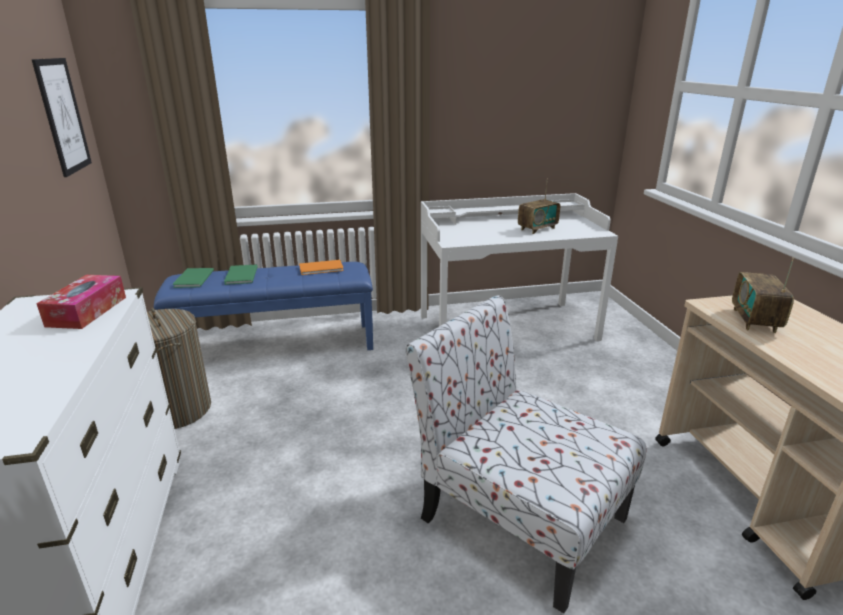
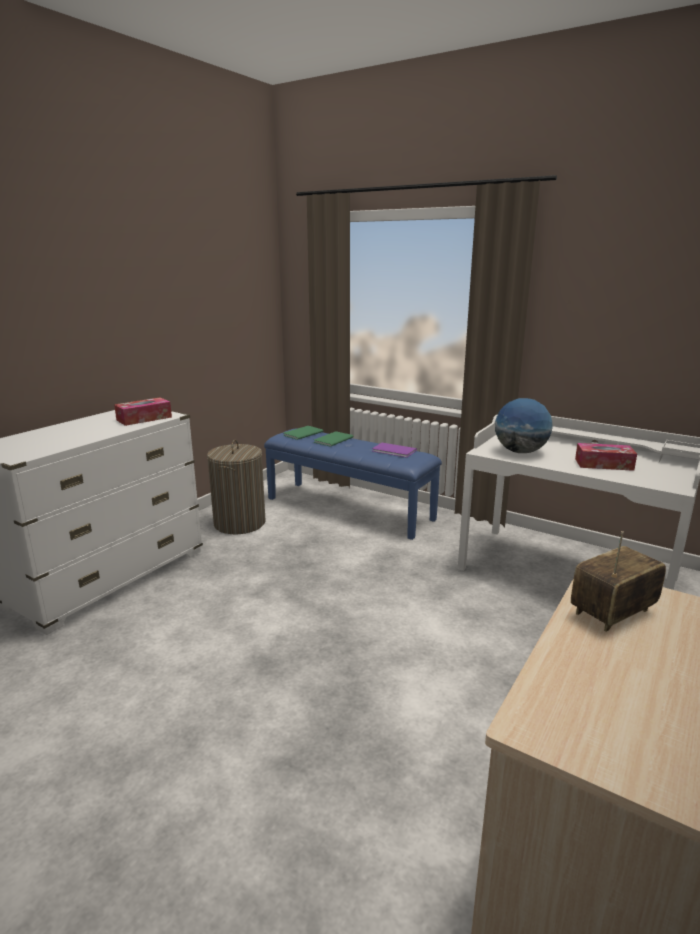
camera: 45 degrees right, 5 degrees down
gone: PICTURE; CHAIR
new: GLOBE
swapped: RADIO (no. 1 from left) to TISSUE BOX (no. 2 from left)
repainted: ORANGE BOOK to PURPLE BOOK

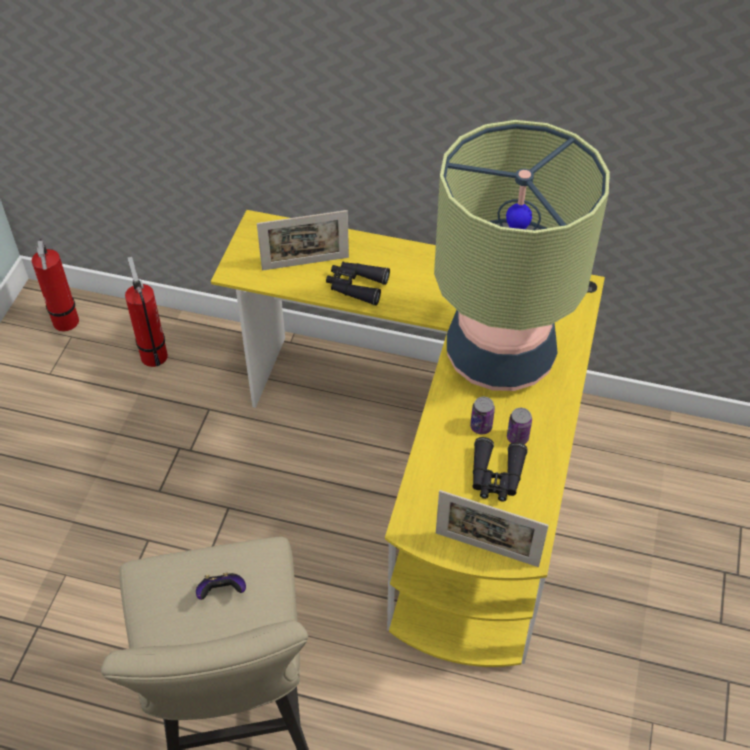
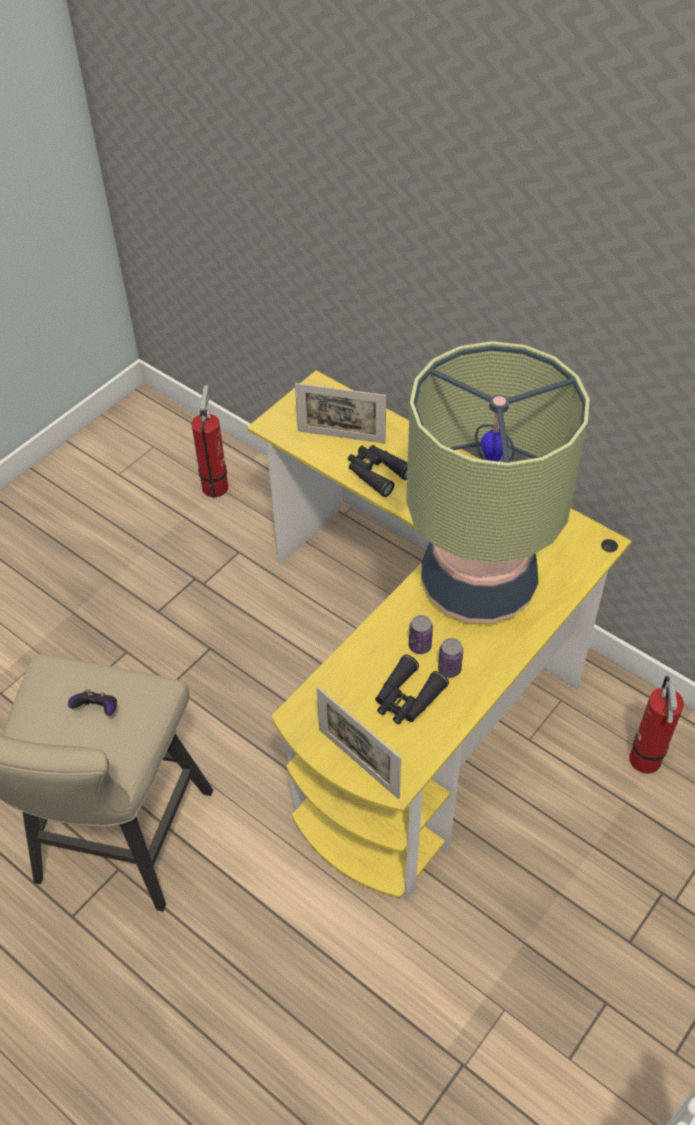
camera: 25 degrees right, 0 degrees up
shifted: FIRE EXTINGUISHER (no. 1 from left in the first image) to FIRE EXTINGUISHER (no. 2 from left)

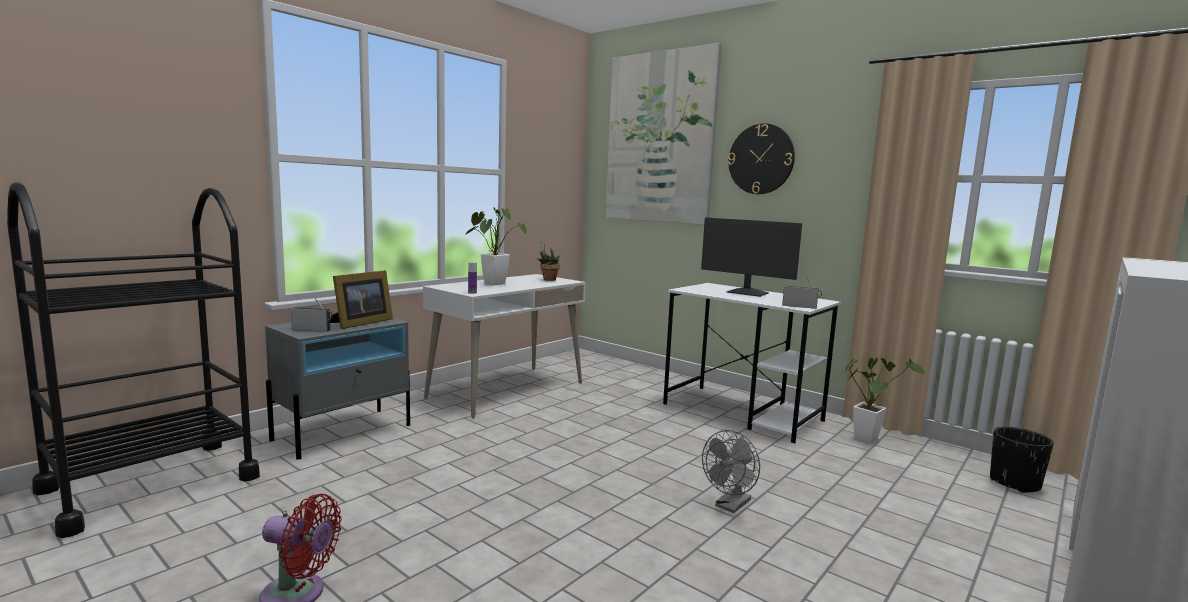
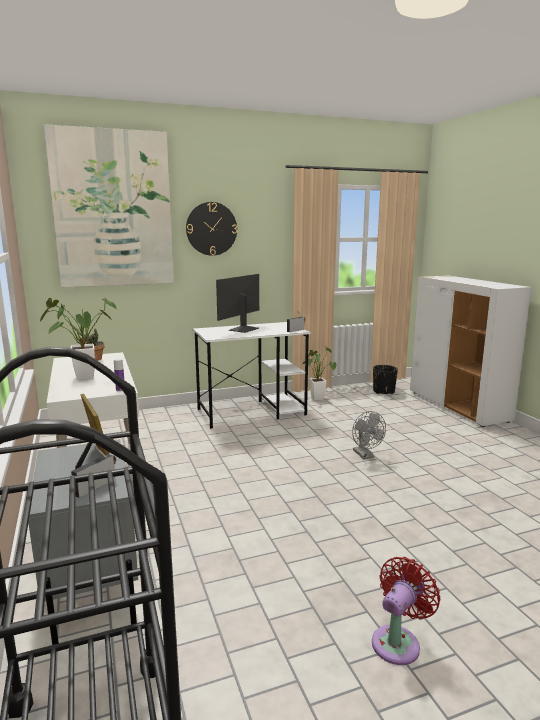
camera: 60 degrees left, 5 degrees up
rotated: MONITOR 150 degrees clockwise

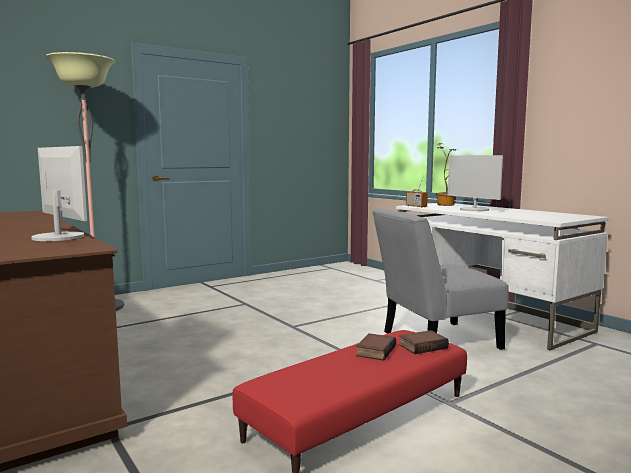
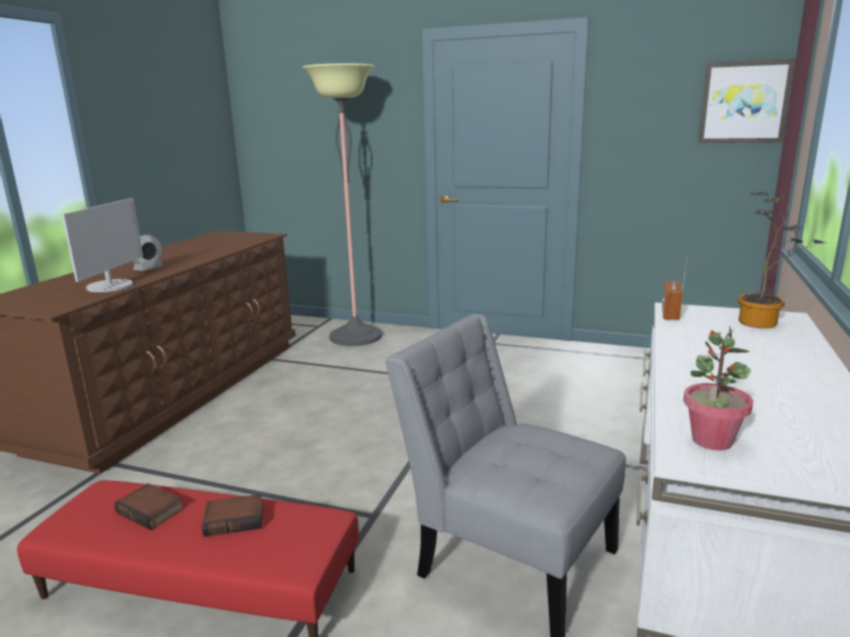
camera: 55 degrees right, 10 degrees up
gone: MONITOR (no. 2 from left)
new: PICTURE; ALARM CLOCK; POTTED PLANT (no. 1 from left)
shifted: BOOK (no. 2 from left in the first image) to BOOK (no. 1 from left)

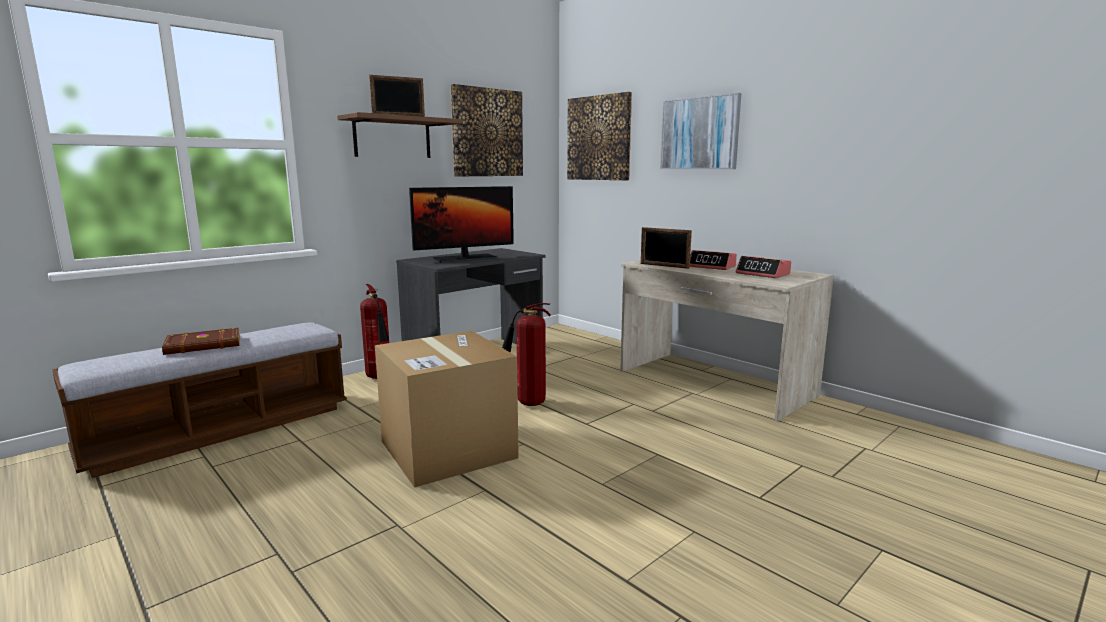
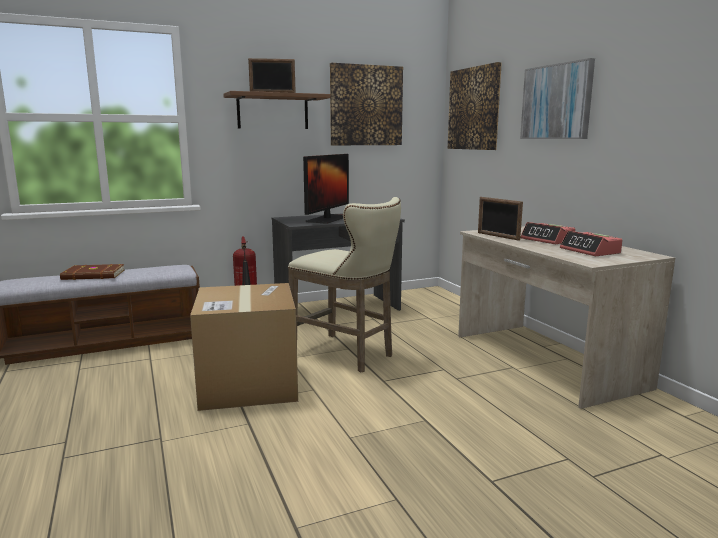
camera: 20 degrees right, 0 degrees up
swapped: FIRE EXTINGUISHER (no. 2 from left) to BEIGE STOOL
rotated: MONITOR 60 degrees counterclockwise

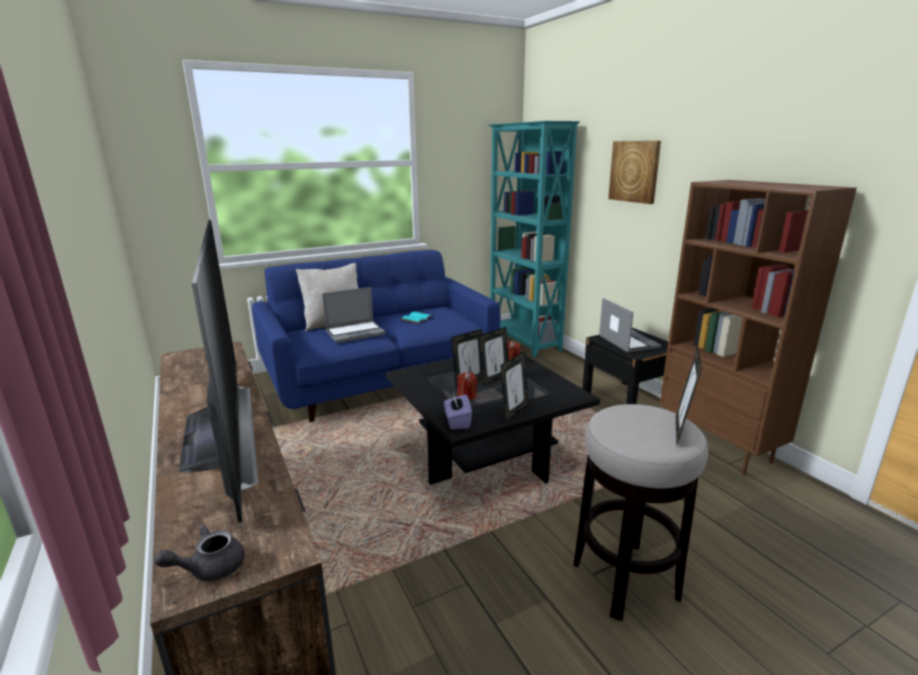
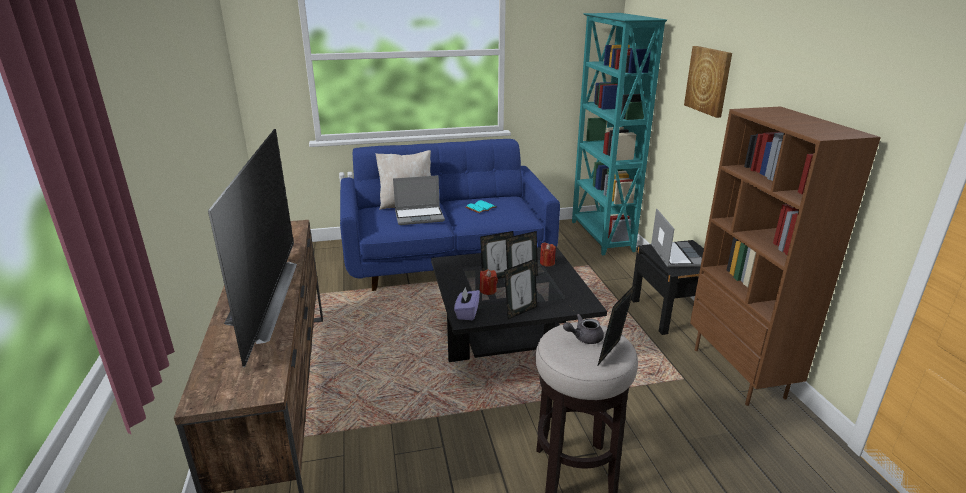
camera: 15 degrees right, 5 degrees up
shifted: GREY TEAPOT

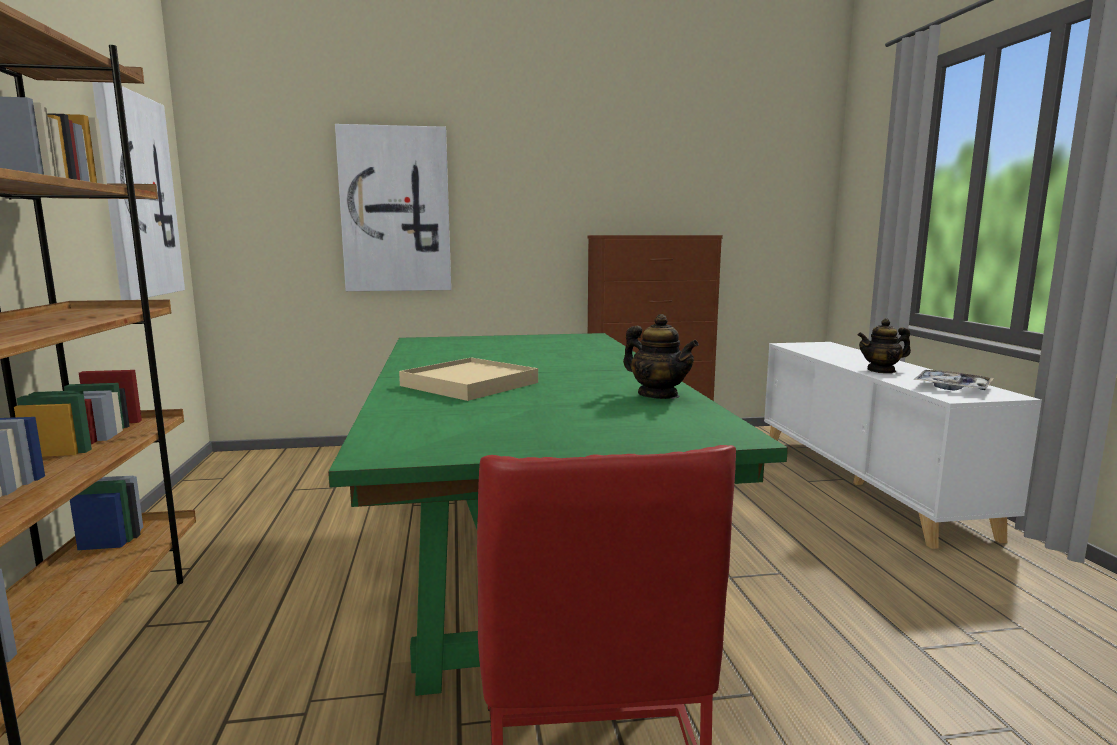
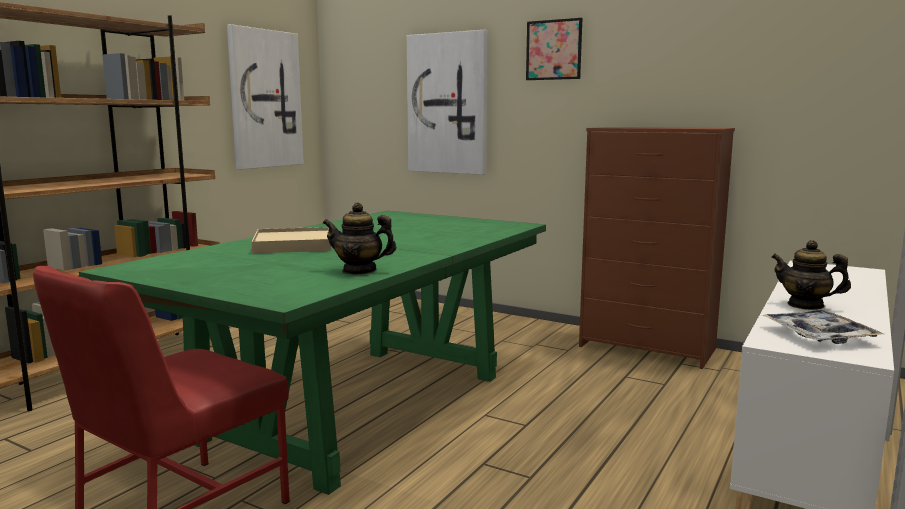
camera: 40 degrees right, 0 degrees up
new: PICTURE (no. 3 from left)
rotated: TEAPOT (no. 1 from left) 105 degrees clockwise

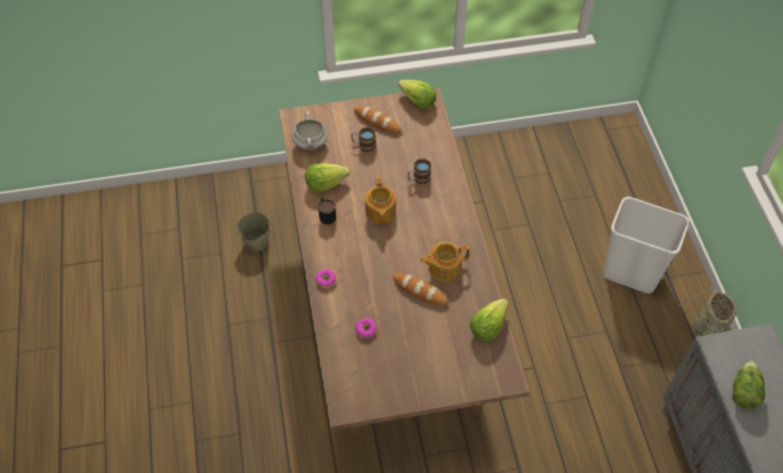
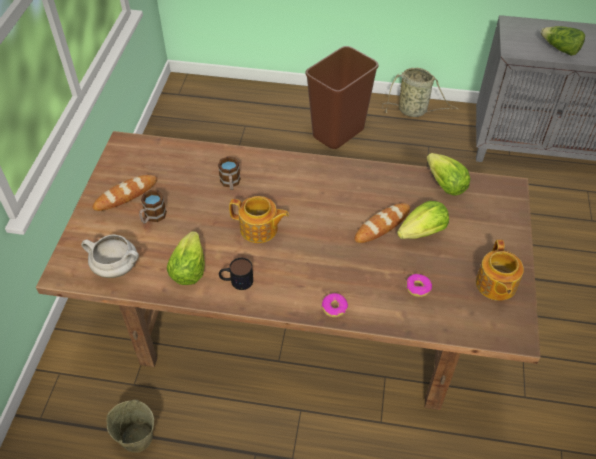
camera: 70 degrees left, 5 degrees down
shifted: LETTUCE (no. 2 from left); TEAPOT (no. 2 from left)
repainted: WHITE TRASH CAN to BROWN TRASH CAN

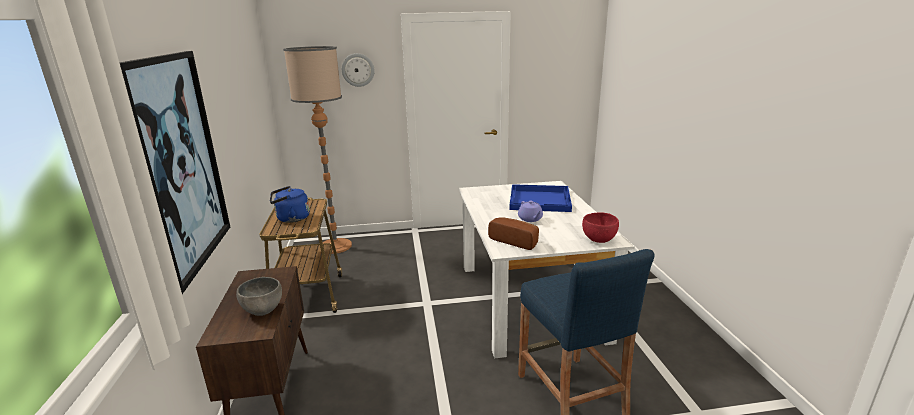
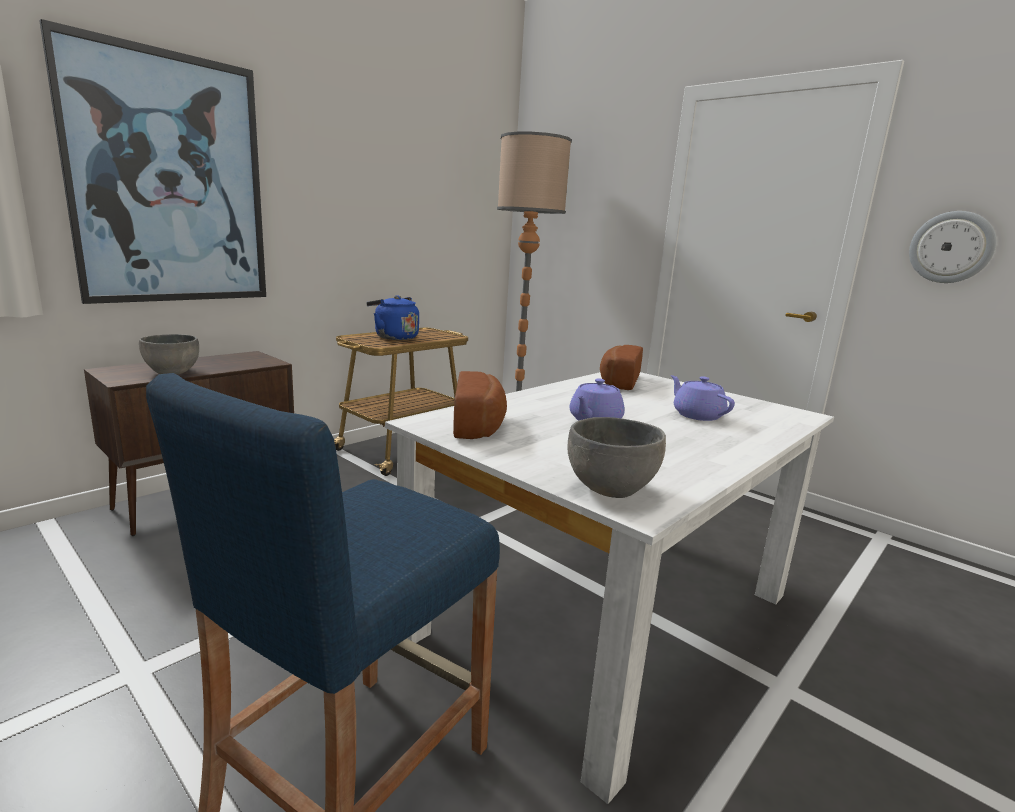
camera: 50 degrees right, 5 degrees down
new: BREAD (no. 2 from left)
shifted: WALL CLOCK
swapped: BLUE TRAY to PURPLE TEAPOT (no. 2 from left)
repainted: RED BOWL to GREY BOWL (no. 2 from left)

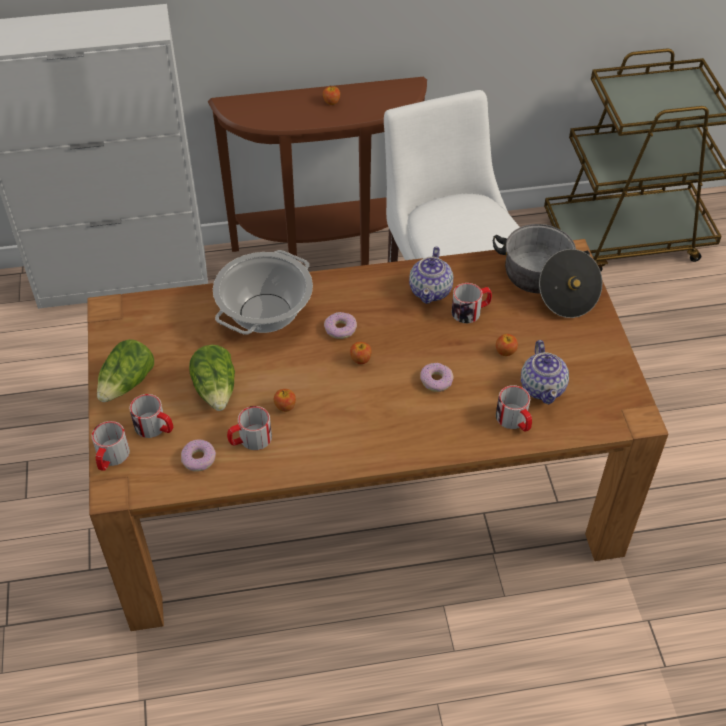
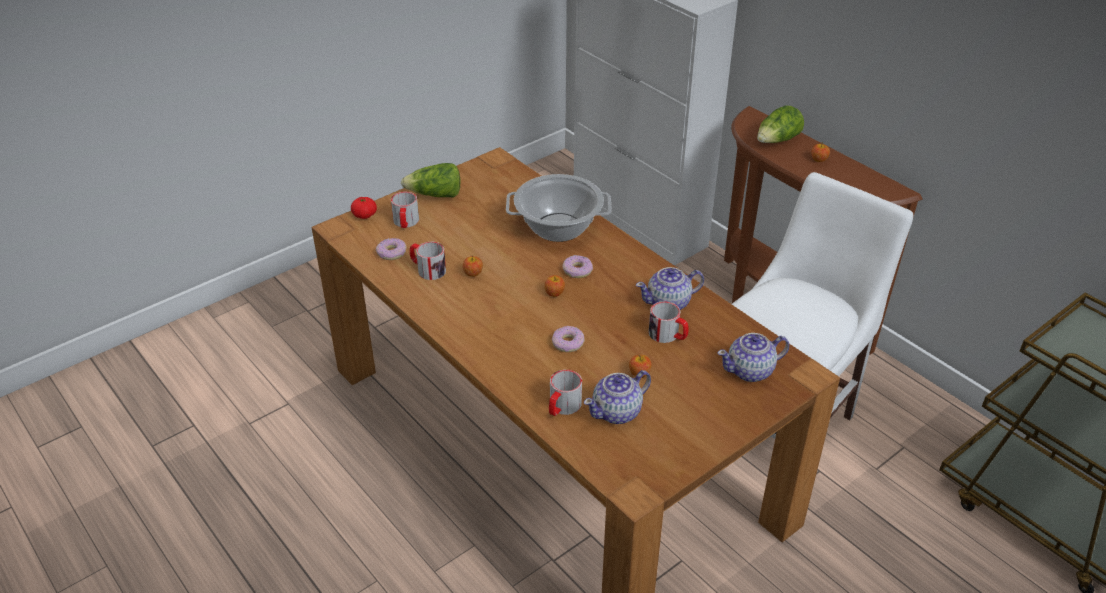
camera: 60 degrees right, 10 degrees down
shifted: LETTUCE (no. 2 from left)
swapped: COOKING POT (no. 2 from left) to TEAPOT (no. 3 from left); MUG (no. 1 from left) to TOMATO

